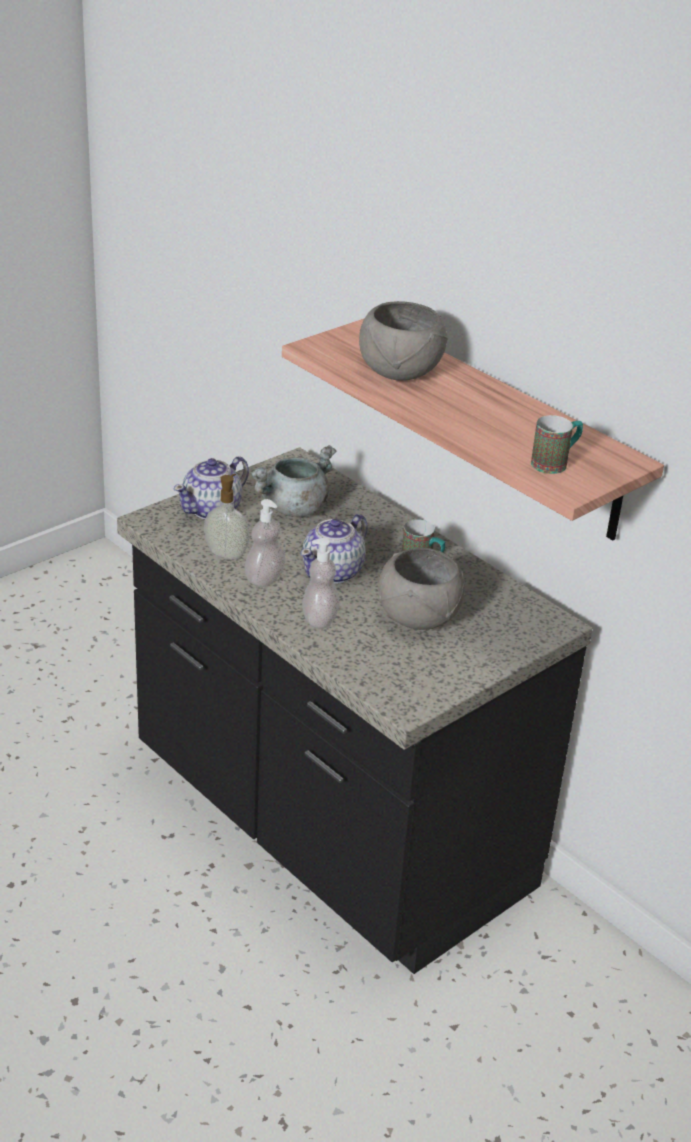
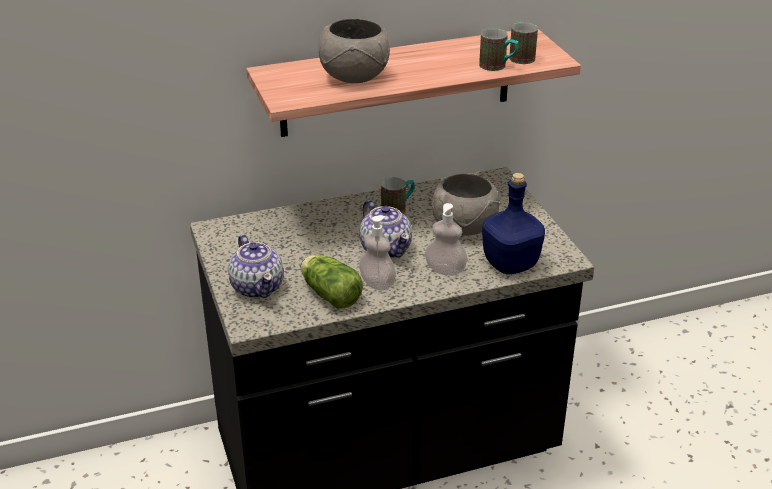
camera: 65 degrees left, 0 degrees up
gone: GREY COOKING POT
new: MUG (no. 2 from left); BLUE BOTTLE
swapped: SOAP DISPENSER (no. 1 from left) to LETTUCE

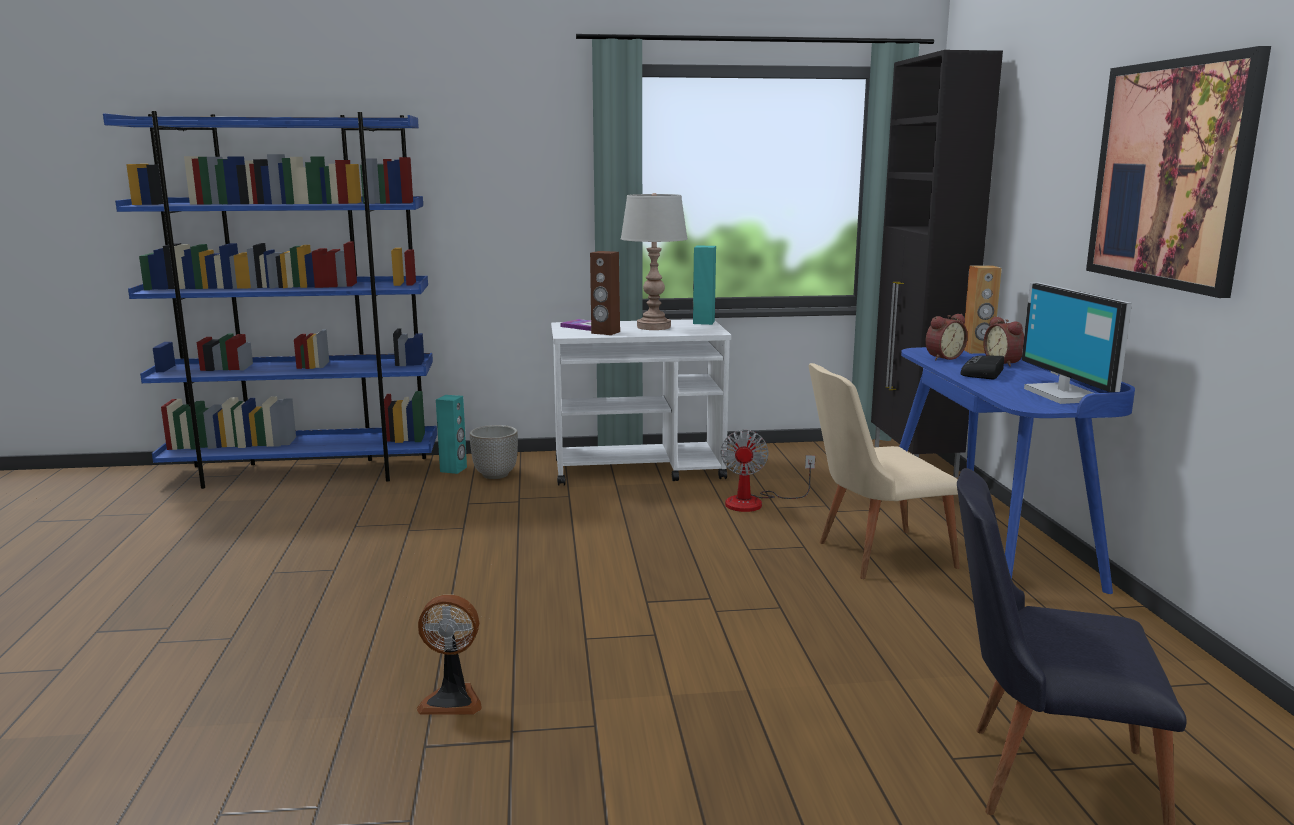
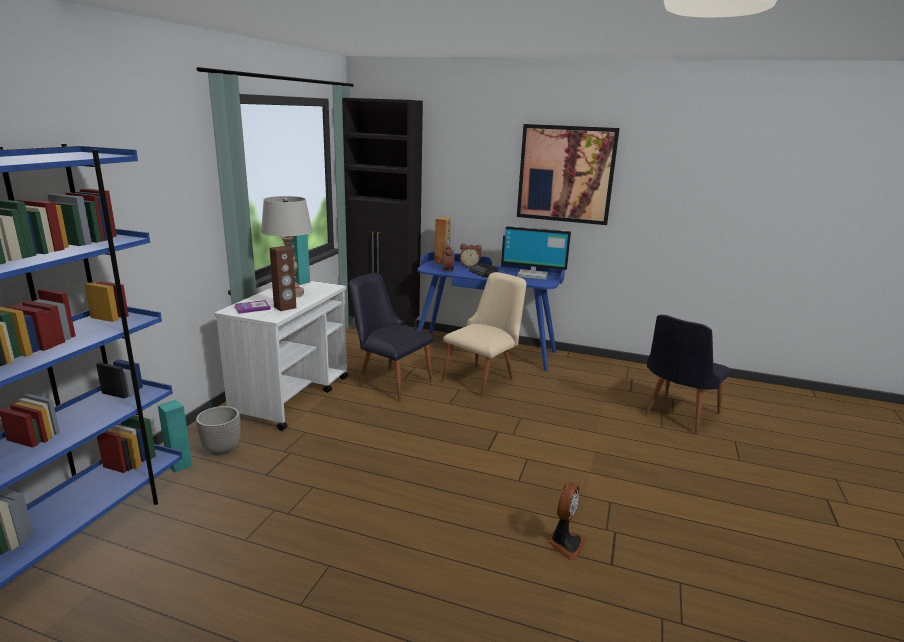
camera: 65 degrees left, 5 degrees up
swapped: FAN (no. 2 from left) to BLACK CHAIR (no. 1 from left)
rotated: BEIGE CHAIR 150 degrees counterclockwise

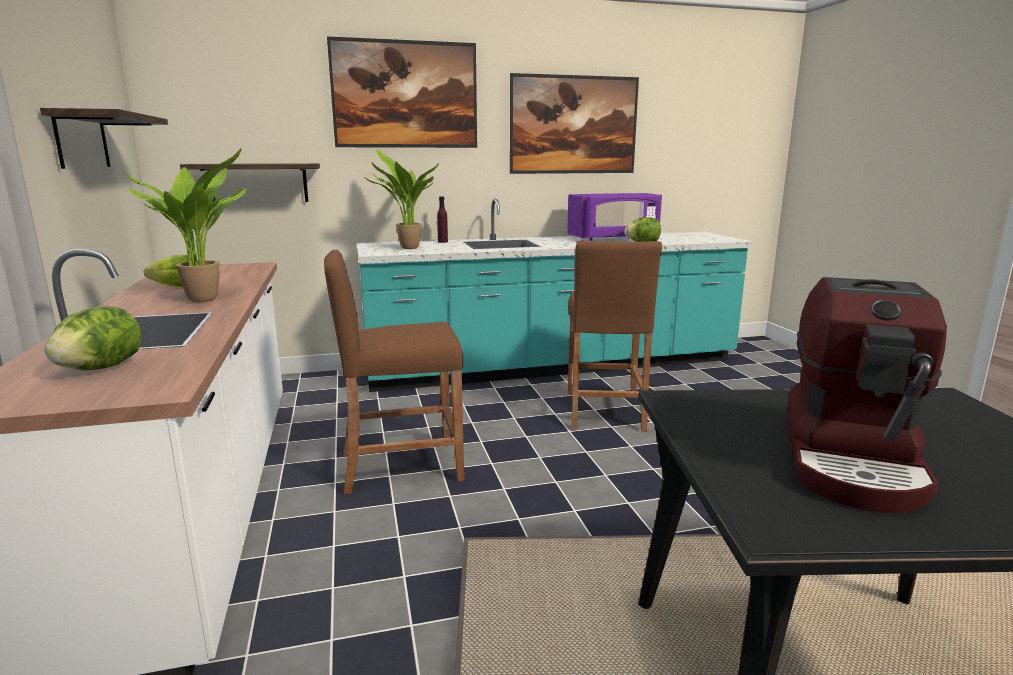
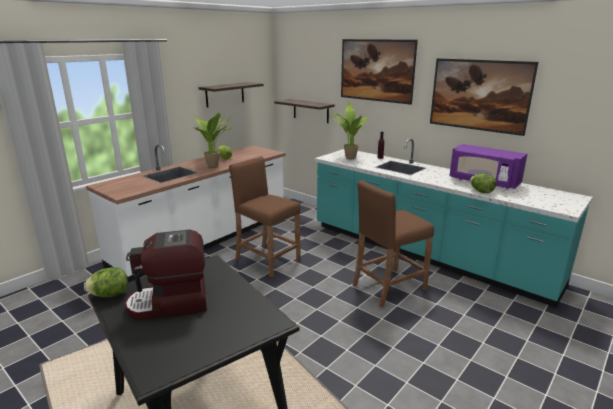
camera: 55 degrees right, 5 degrees up
shifted: LETTUCE (no. 1 from left)

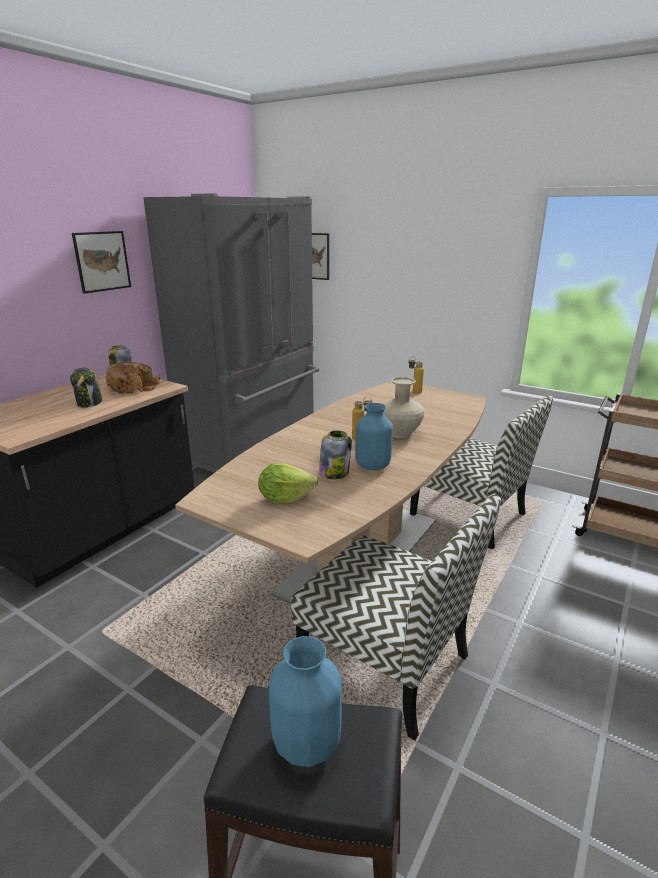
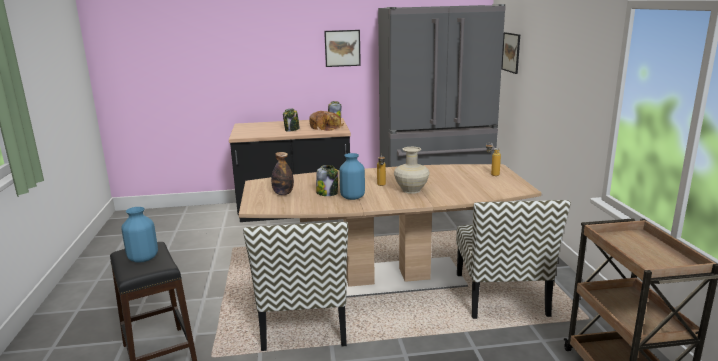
camera: 50 degrees right, 5 degrees down
swapped: LETTUCE to BOTTLE (no. 1 from left)

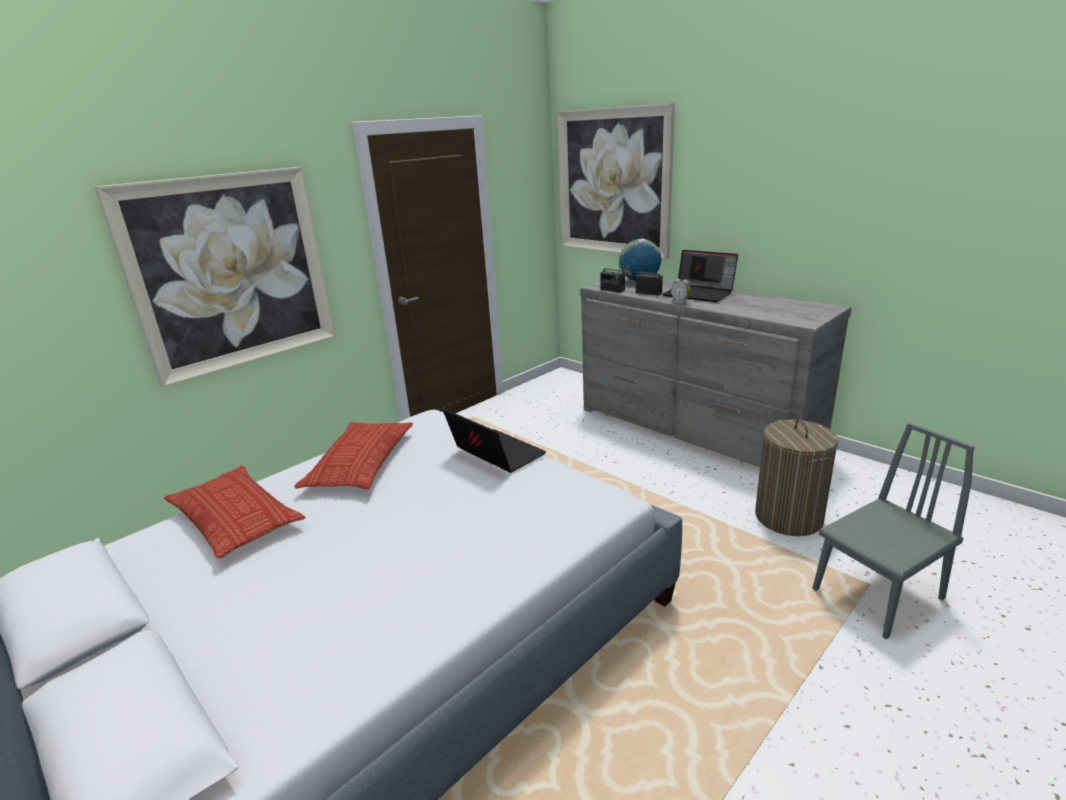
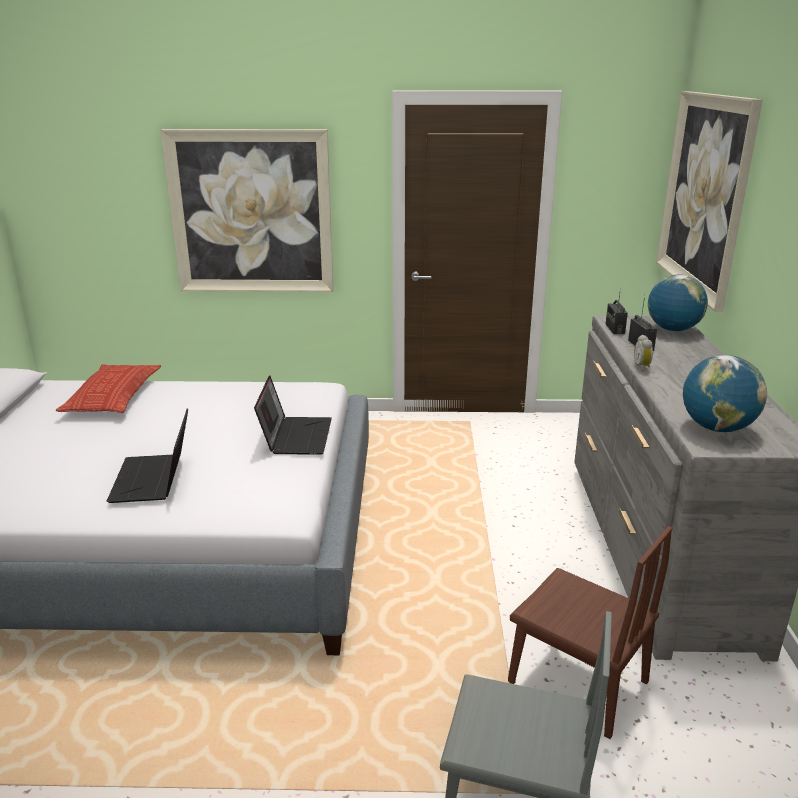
camera: 45 degrees right, 0 degrees up
gone: PILLOW (no. 2 from left)
new: GLOBE (no. 2 from left)
shifted: LAPTOP (no. 2 from left in the first image) to LAPTOP (no. 1 from left)
swapped: LAUNDRY BASKET to BROWN CHAIR

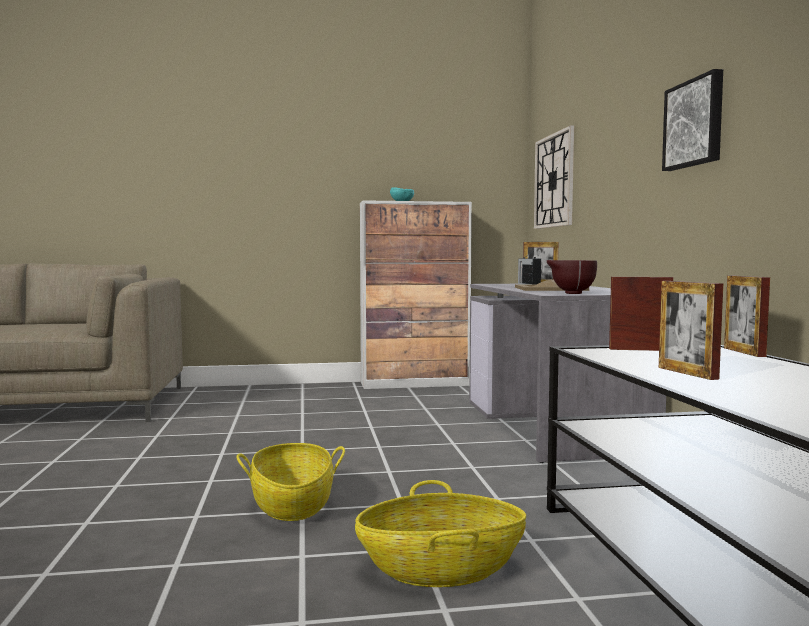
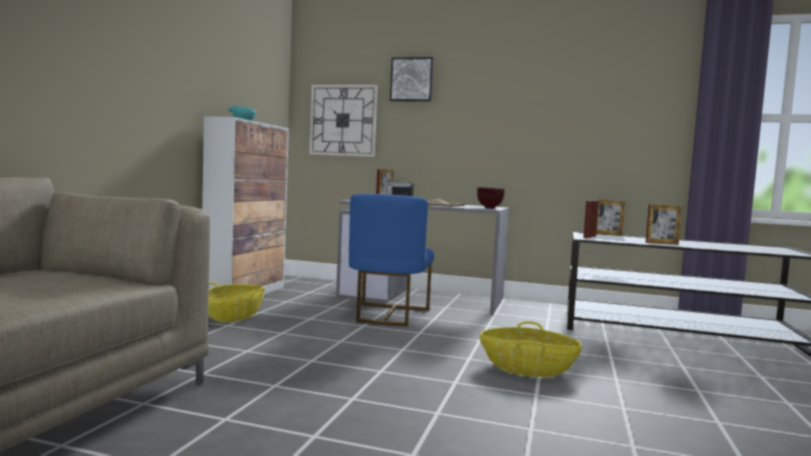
camera: 65 degrees left, 0 degrees up
new: BLUE CHAIR
shifted: PICTURE; BASKET (no. 2 from left in the first image) to BASKET (no. 1 from left)

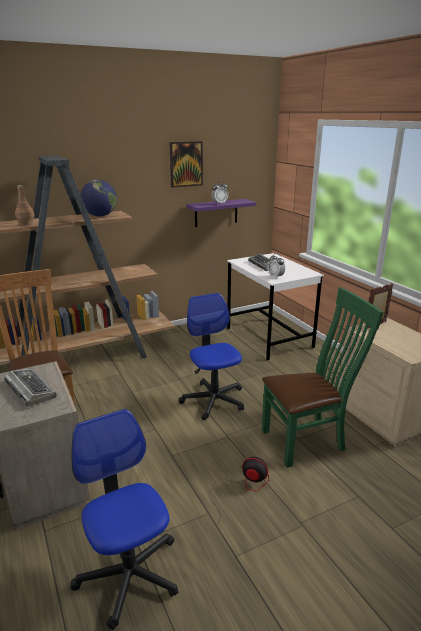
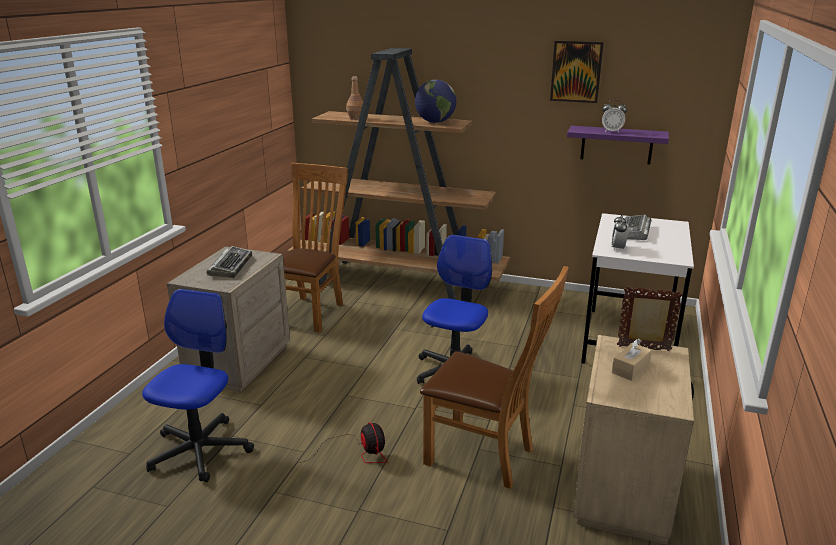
camera: 45 degrees right, 0 degrees up
new: BEIGE TISSUE BOX
repainted: GREEN CHAIR to BROWN CHAIR (no. 2 from left)

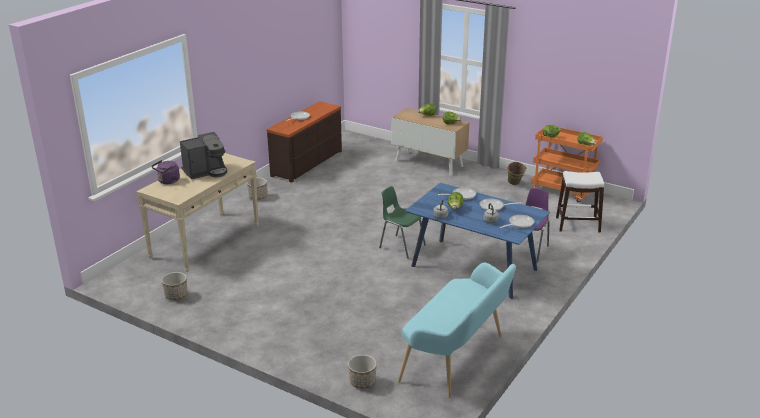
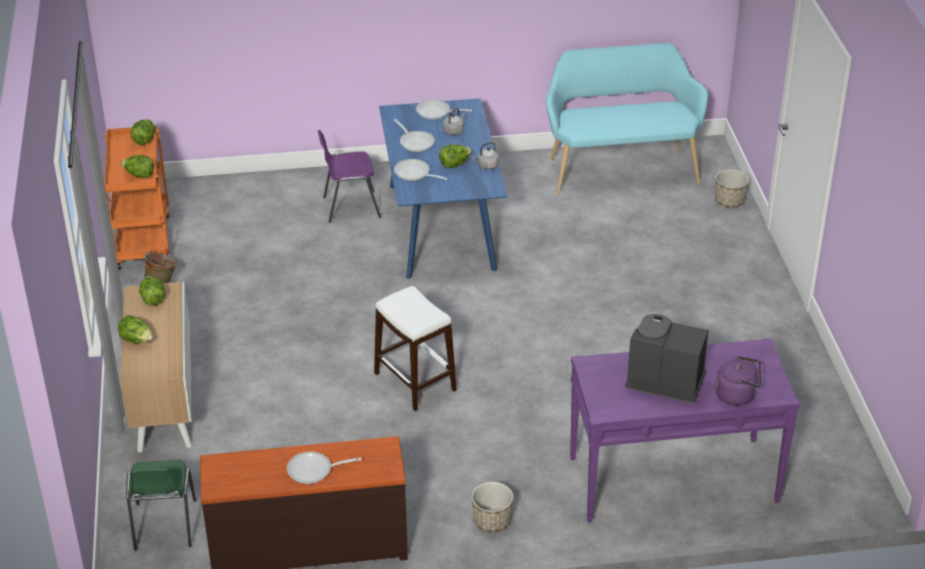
camera: 130 degrees left, 10 degrees up
gone: PLANTER (no. 1 from left)
shifted: WHITE STOOL; GREEN CHAIR
repainted: BEIGE CONSOLE TABLE to PURPLE CONSOLE TABLE

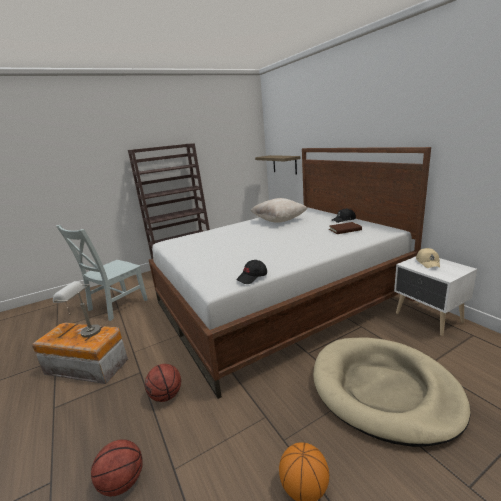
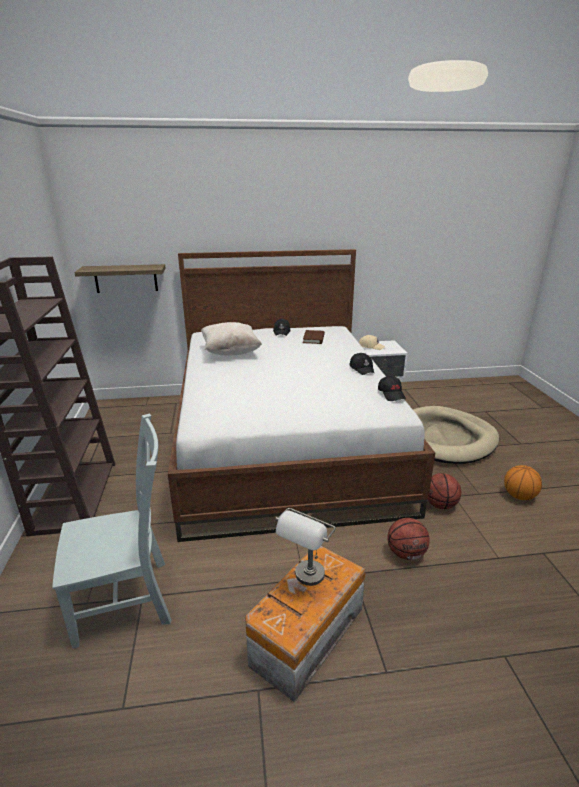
camera: 70 degrees left, 5 degrees up
new: BLACK CAP (no. 2 from left)
shifted: BASKETBALL (no. 1 from left in the first image) to BASKETBALL (no. 2 from left)
rotated: GREY CHAIR 75 degrees counterclockwise

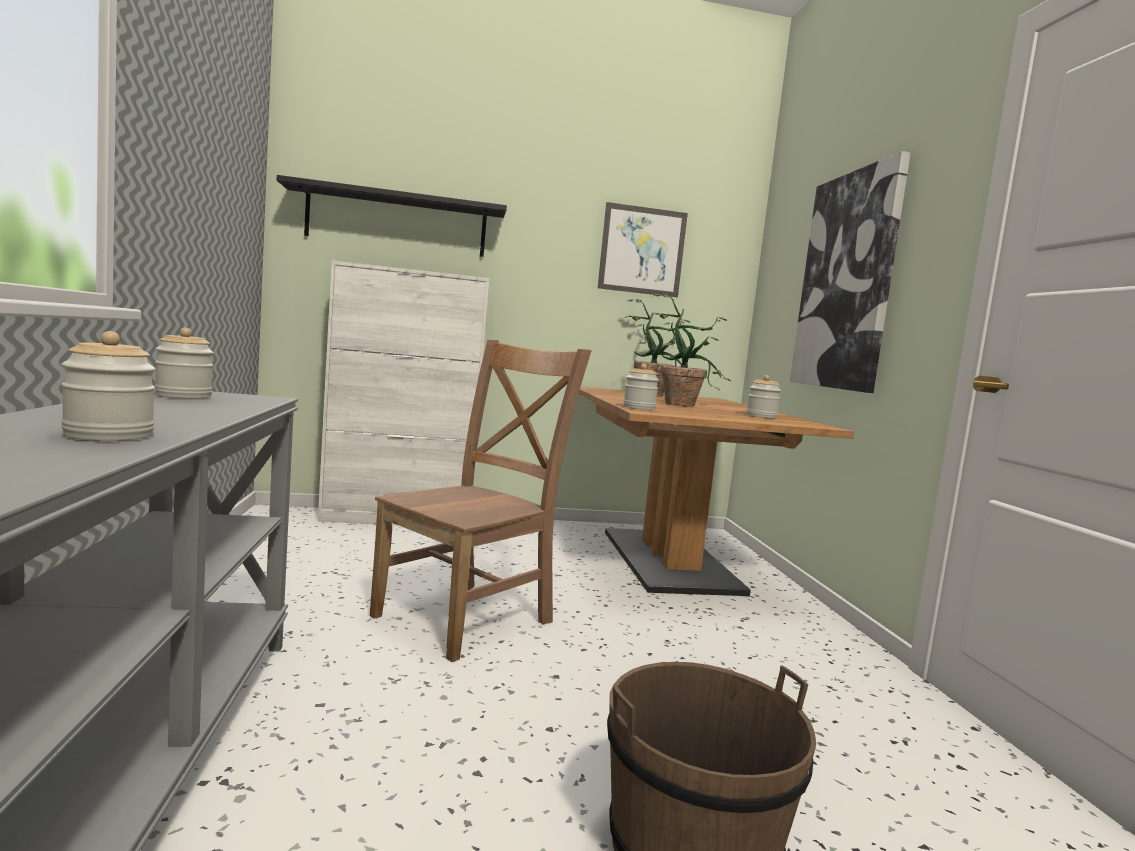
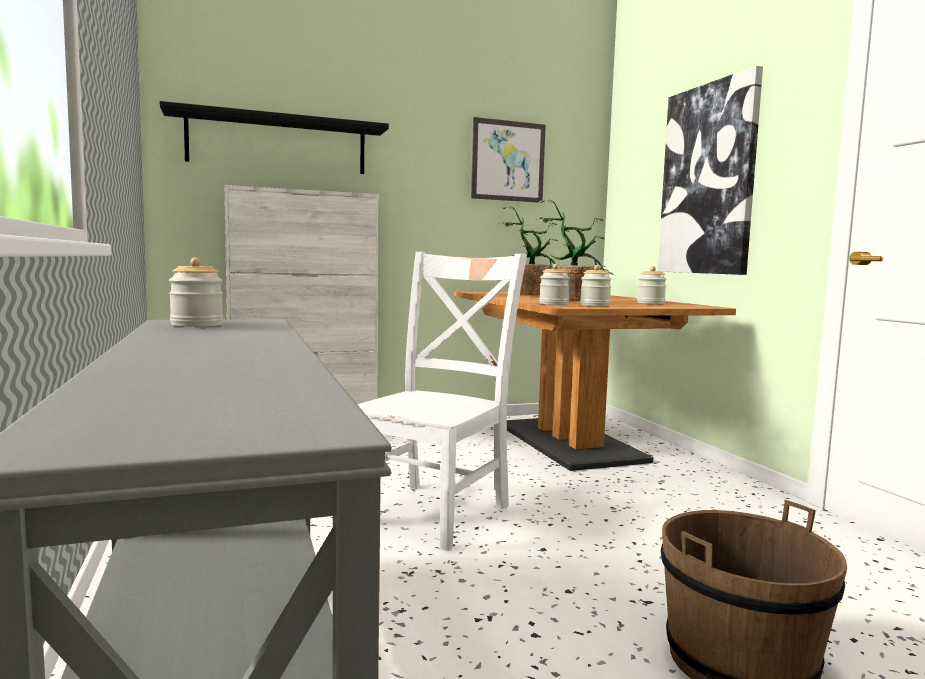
camera: 10 degrees left, 0 degrees up
shifted: JAR (no. 1 from left in the first image) to JAR (no. 3 from left)
repainted: BROWN CHAIR to WHITE CHAIR

